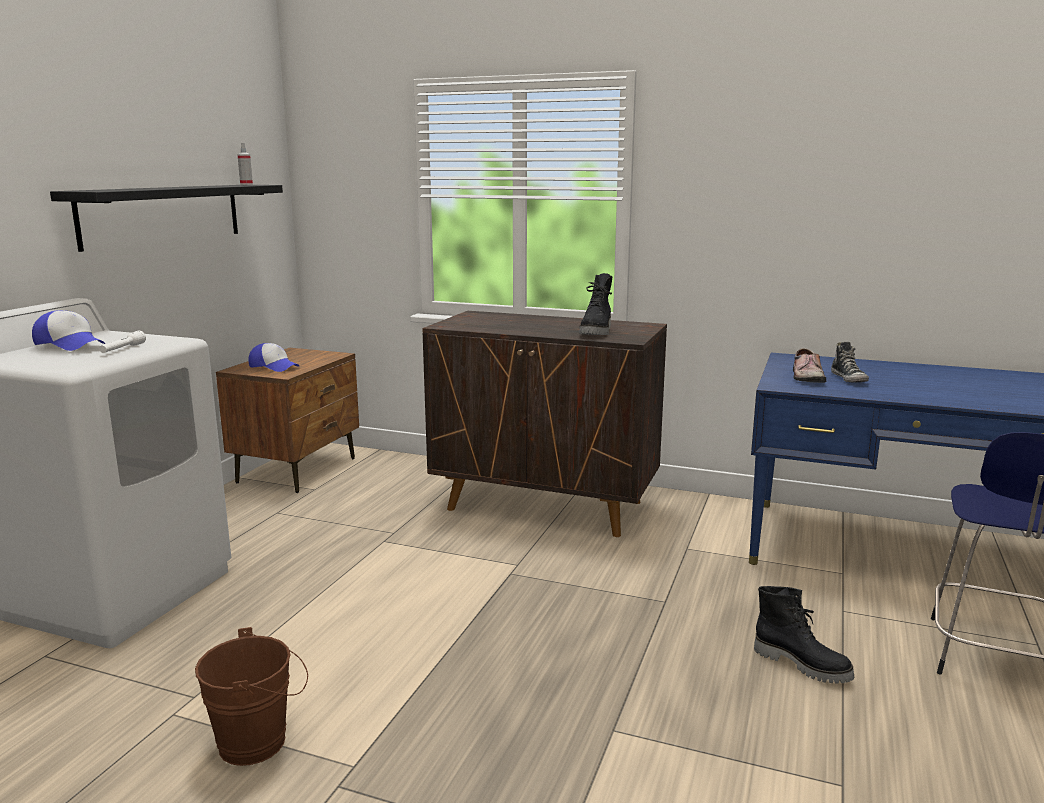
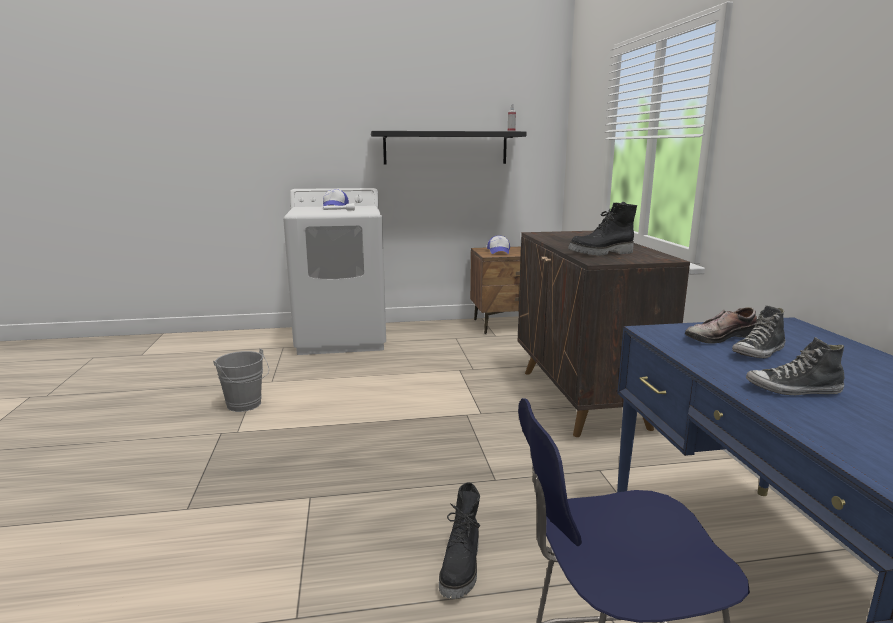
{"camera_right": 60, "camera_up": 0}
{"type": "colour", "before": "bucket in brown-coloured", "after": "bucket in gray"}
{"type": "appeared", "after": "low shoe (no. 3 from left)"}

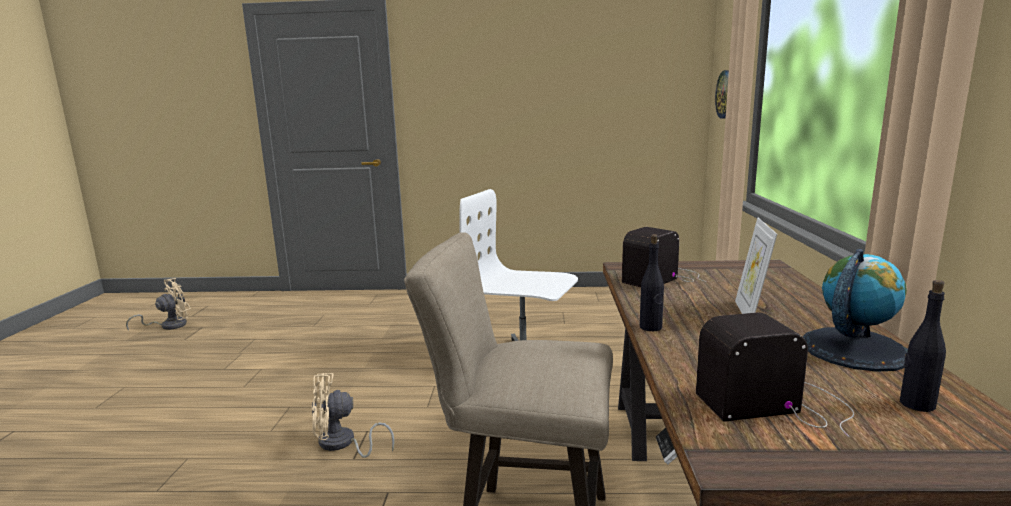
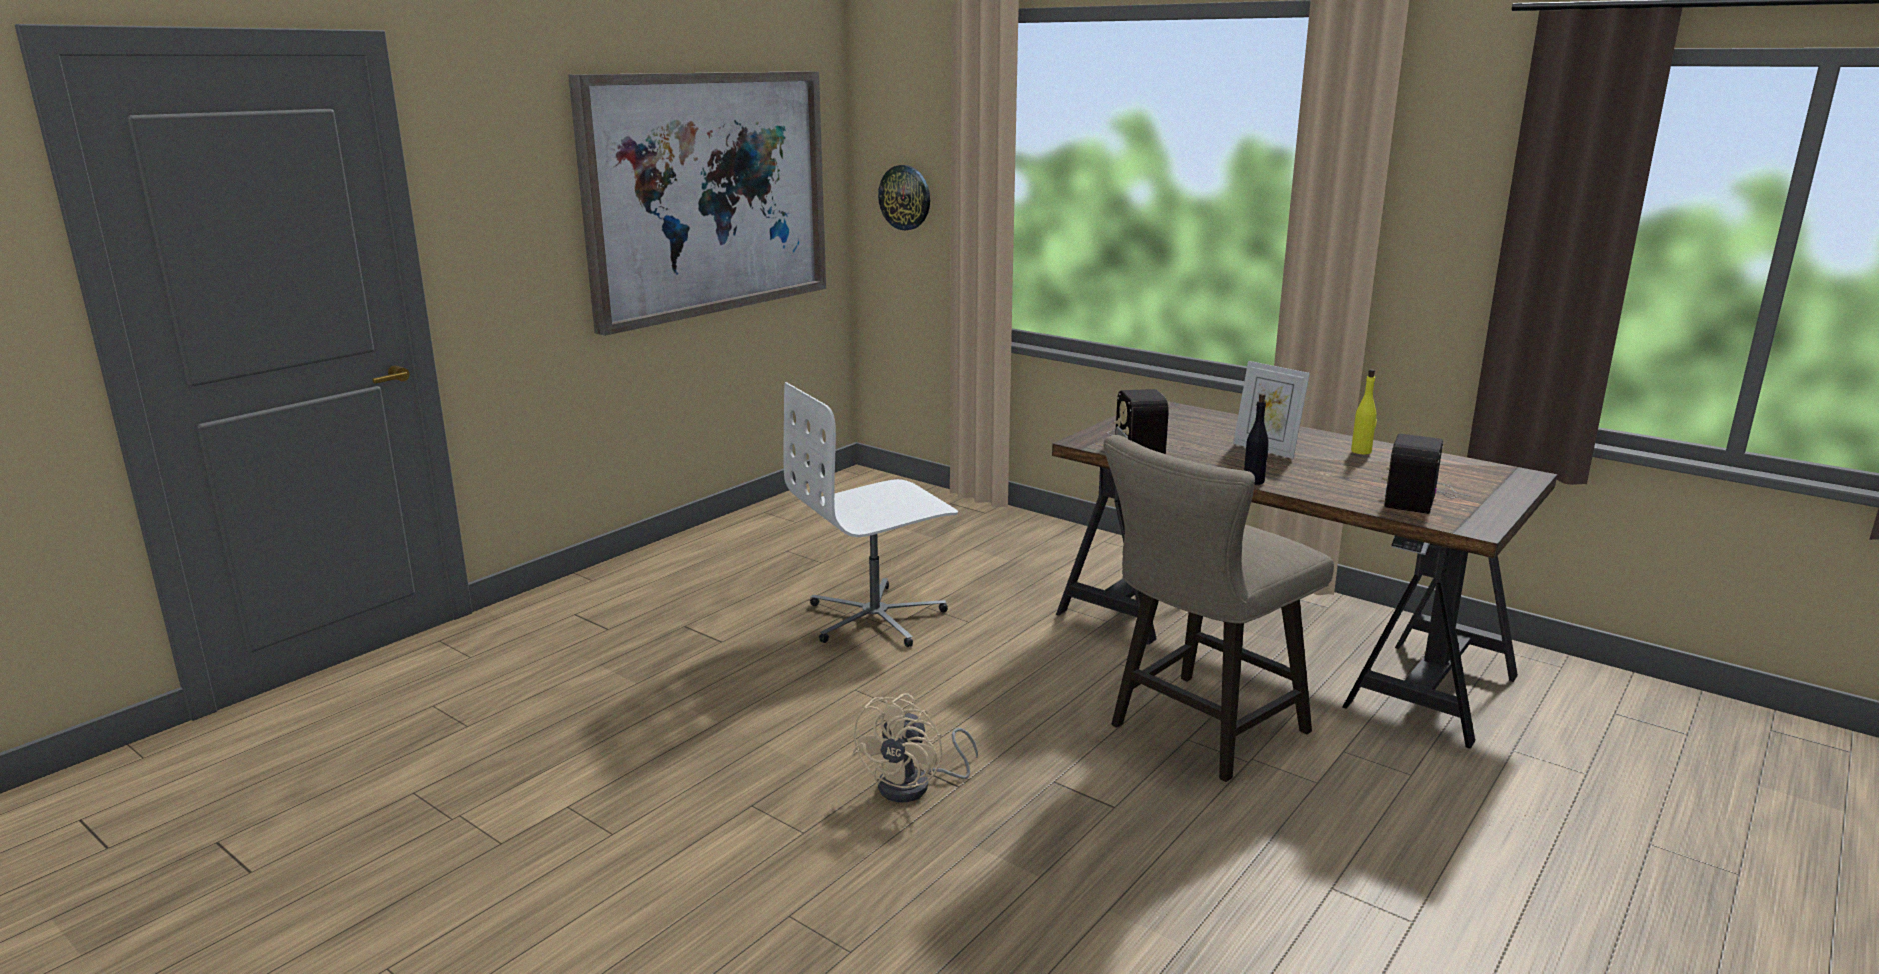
{"camera_right": -55, "camera_up": 5}
{"type": "appeared", "after": "wall art"}
{"type": "exchanged", "before": "world globe", "after": "bottle in yellow"}
{"type": "missing", "before": "fan in beige (no. 1 from left)"}
{"type": "missing", "before": "bottle in black-coloured (no. 2 from left)"}

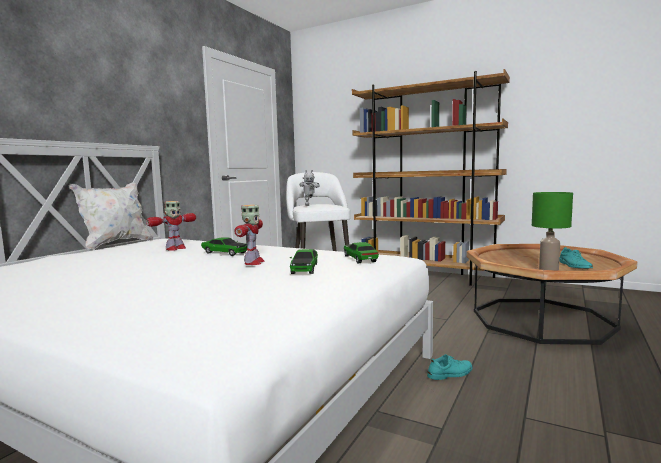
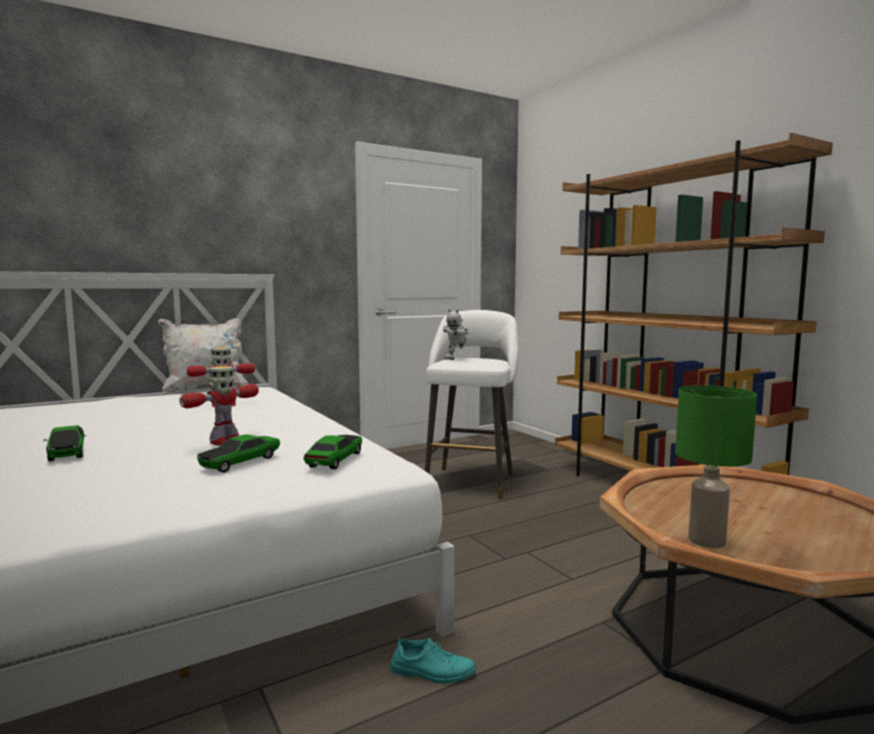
{"camera_right": 30, "camera_up": 0}
{"type": "relocated", "before": "model car (no. 1 from left)"}
{"type": "missing", "before": "low shoe in turquoise (no. 2 from left)"}

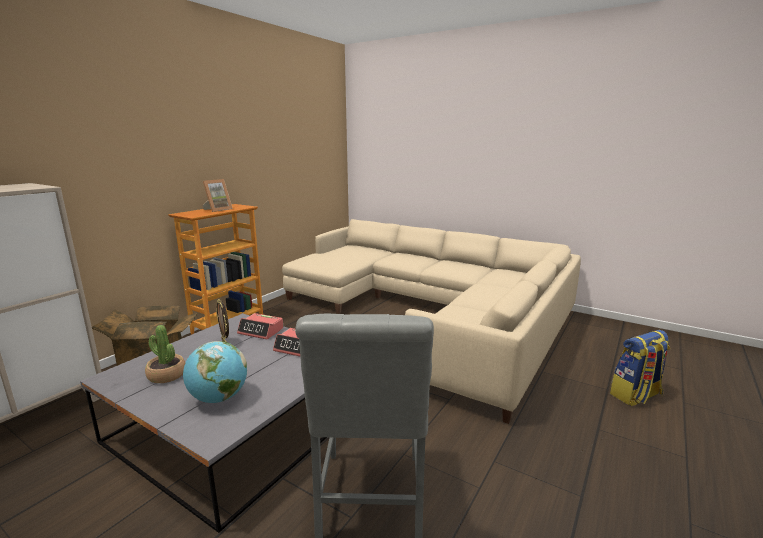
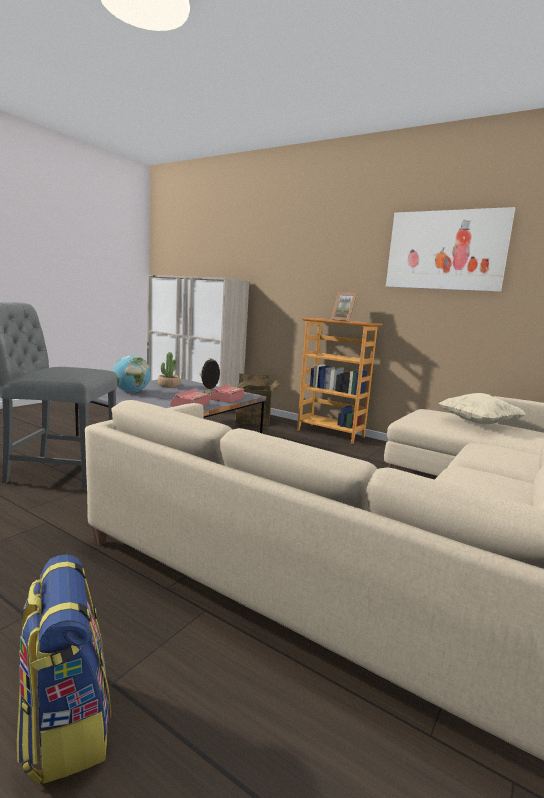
{"camera_right": 90, "camera_up": -5}
{"type": "appeared", "after": "wall art"}
{"type": "appeared", "after": "cushion in beige"}

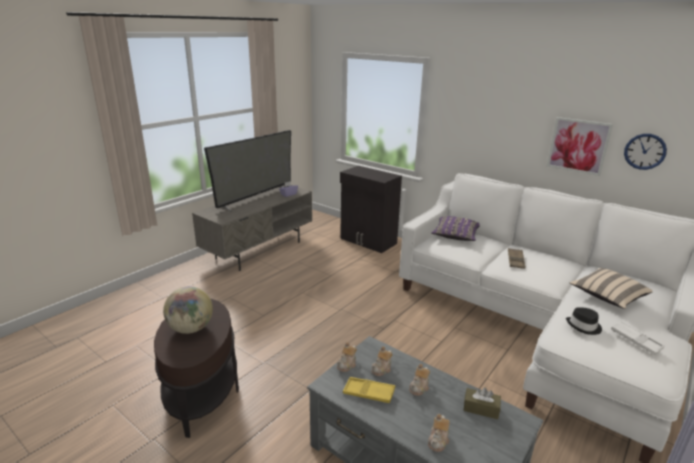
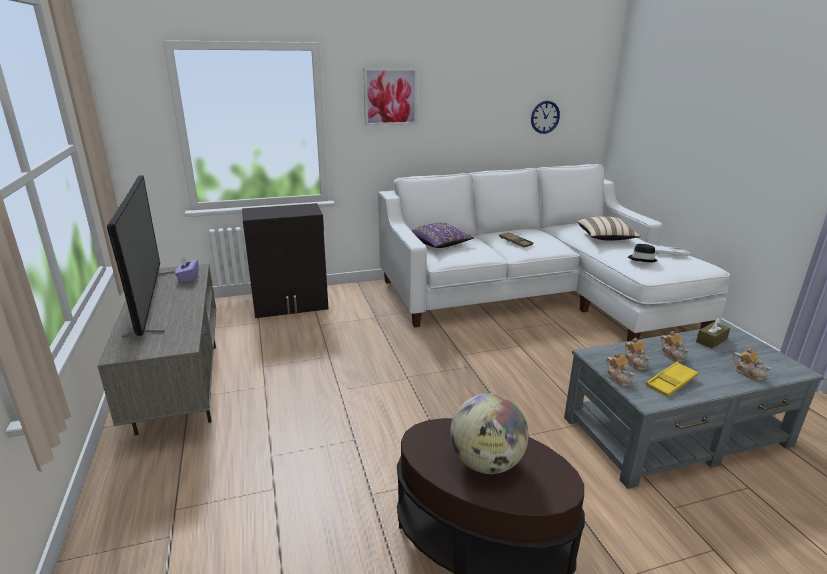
{"camera_right": -55, "camera_up": 0}
{"type": "relocated", "before": "wall art"}

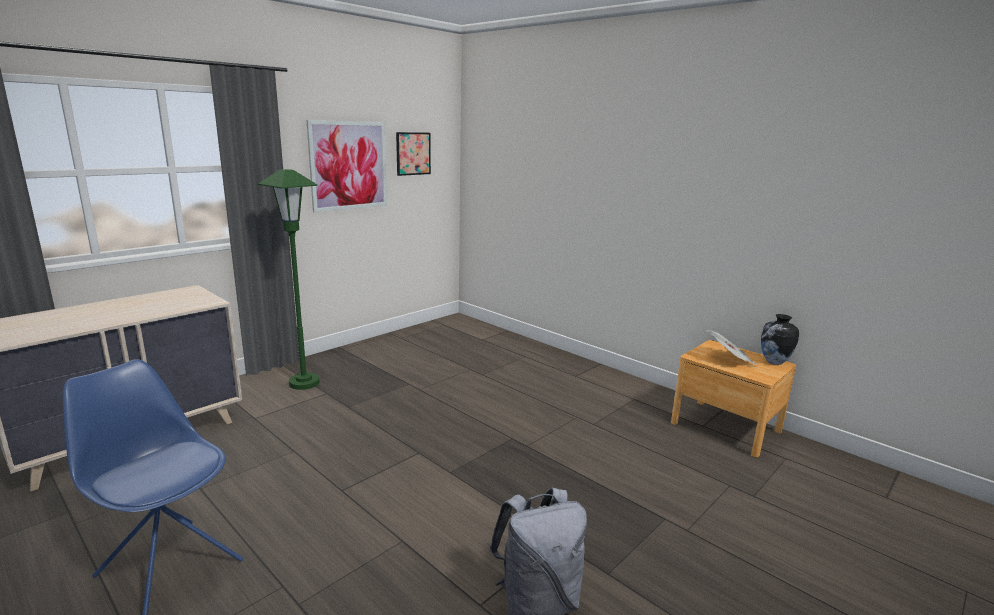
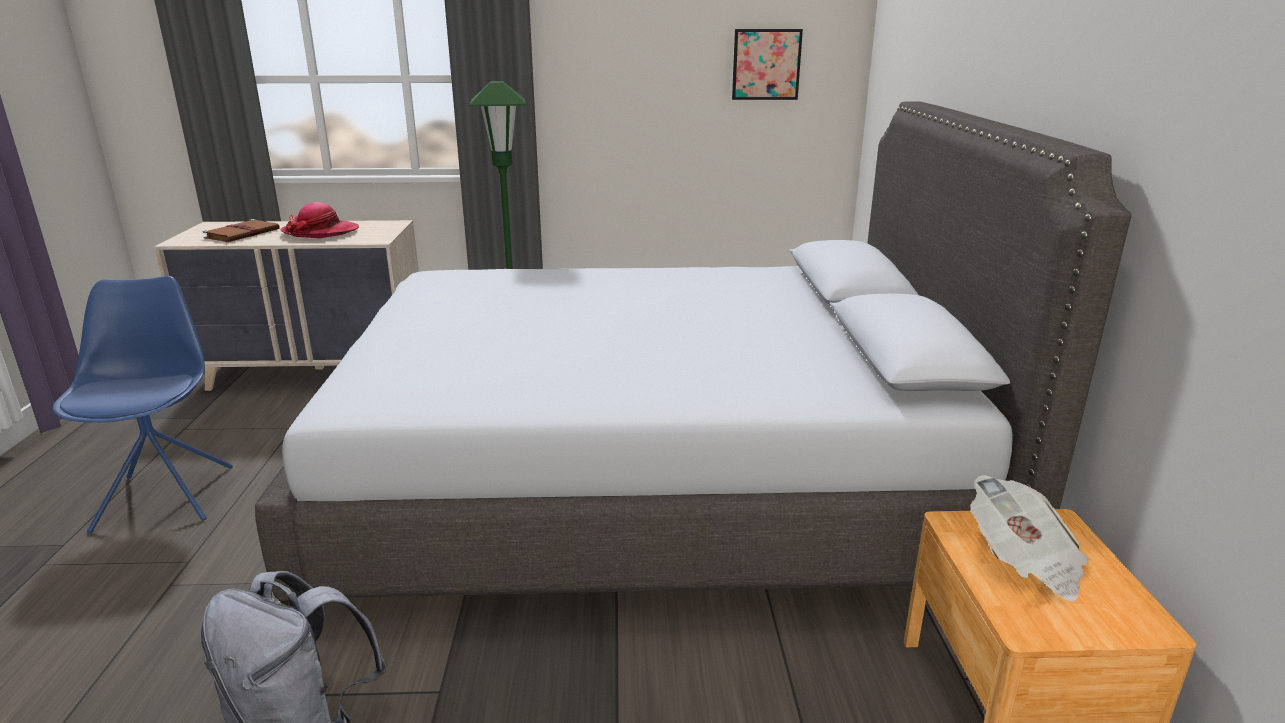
{"camera_right": 45, "camera_up": 5}
{"type": "appeared", "after": "volume in brown-coloured"}
{"type": "appeared", "after": "bed in gray"}
{"type": "appeared", "after": "hat"}
{"type": "missing", "before": "wall art (no. 1 from left)"}
{"type": "missing", "before": "decorative vase"}

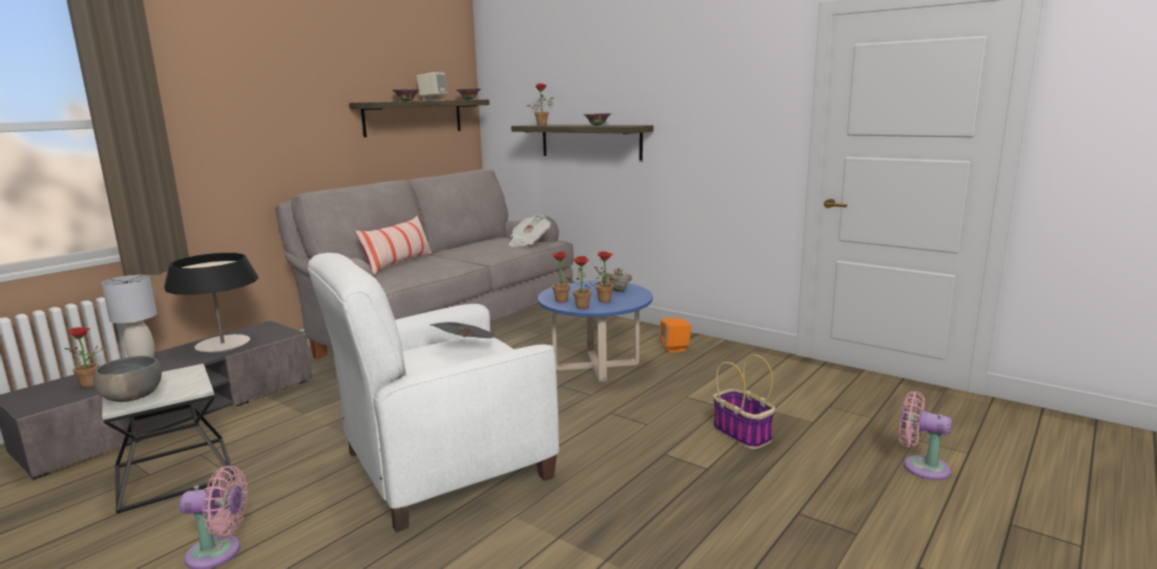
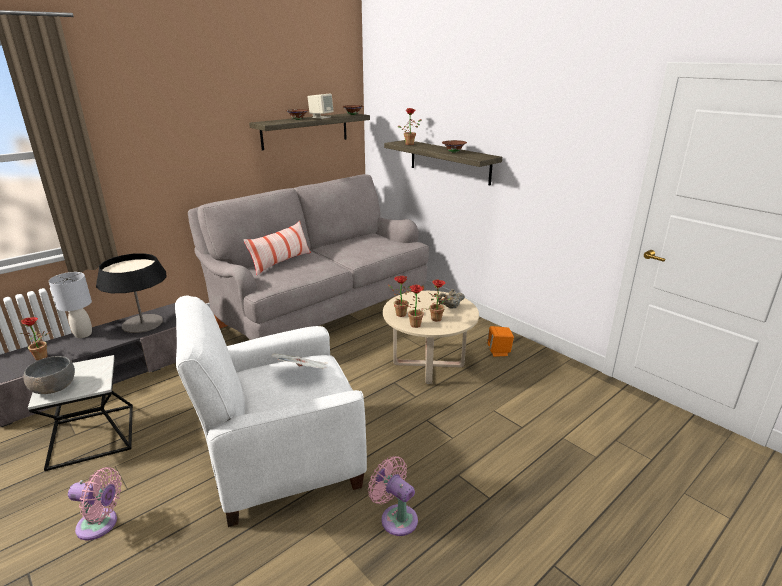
{"camera_right": 10, "camera_up": 10}
{"type": "relocated", "before": "fan in pink (no. 2 from left)"}
{"type": "colour", "before": "low table in bluish", "after": "low table in beige"}
{"type": "missing", "before": "daily paper (no. 2 from left)"}
{"type": "missing", "before": "storage basket"}

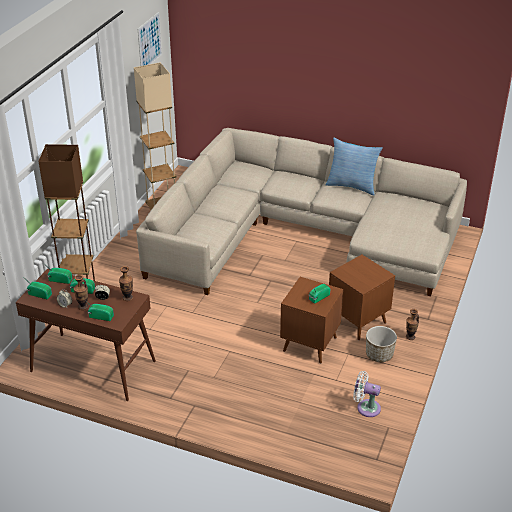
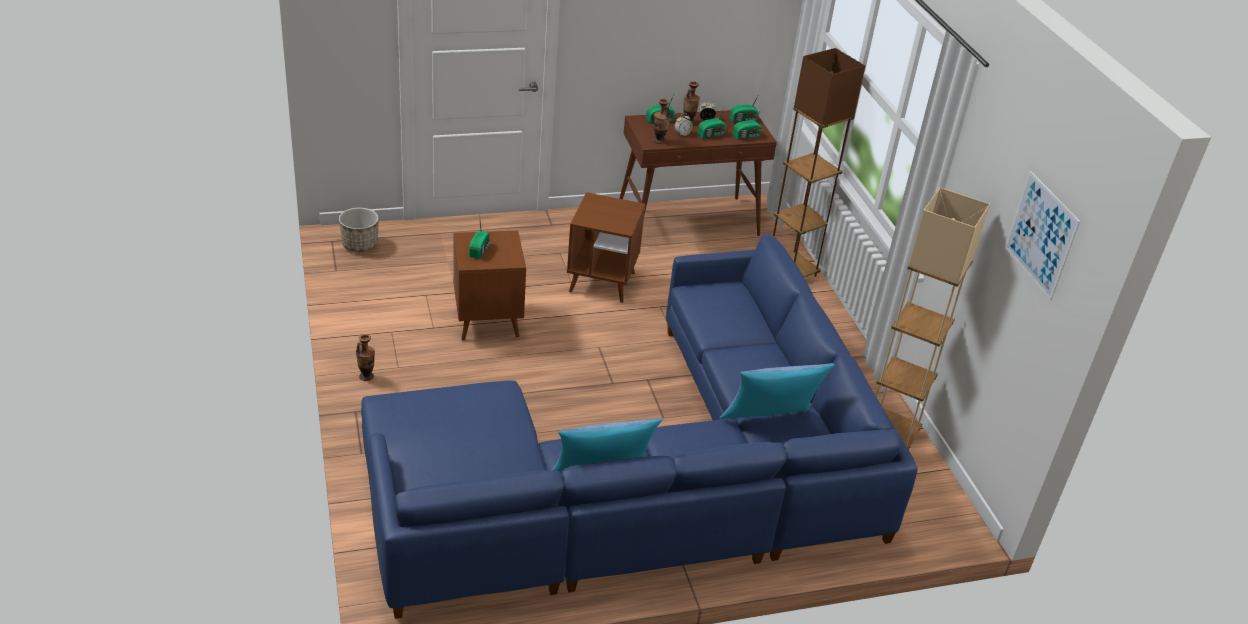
{"camera_right": 140, "camera_up": 0}
{"type": "relocated", "before": "planter"}
{"type": "colour", "before": "sofa in beige", "after": "sofa in bluish"}
{"type": "relocated", "before": "side table in brown-coloured (no. 2 from left)"}
{"type": "appeared", "after": "cushion (no. 2 from left)"}
{"type": "missing", "before": "fan in white"}

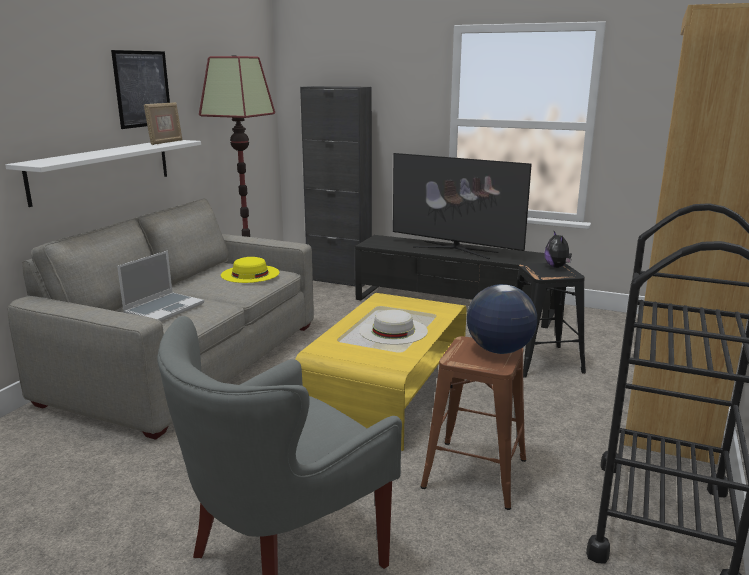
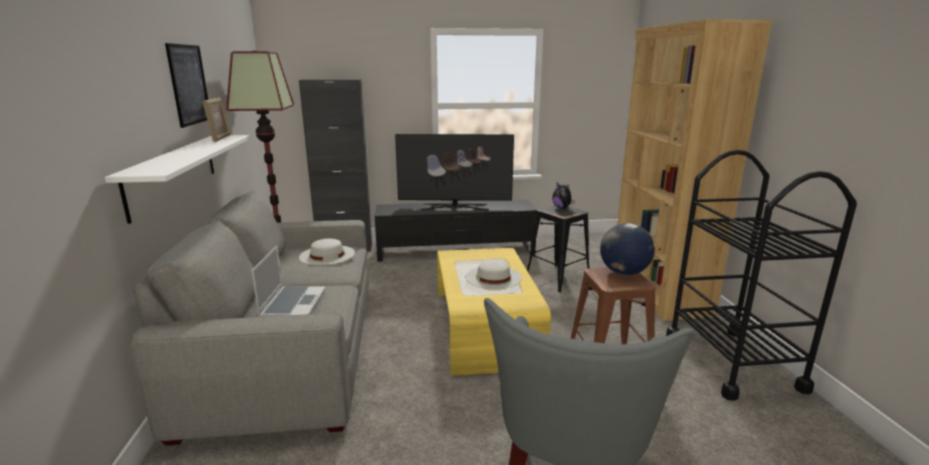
{"camera_right": -30, "camera_up": 0}
{"type": "colour", "before": "hat in yellow", "after": "hat in white (no. 1 from left)"}

